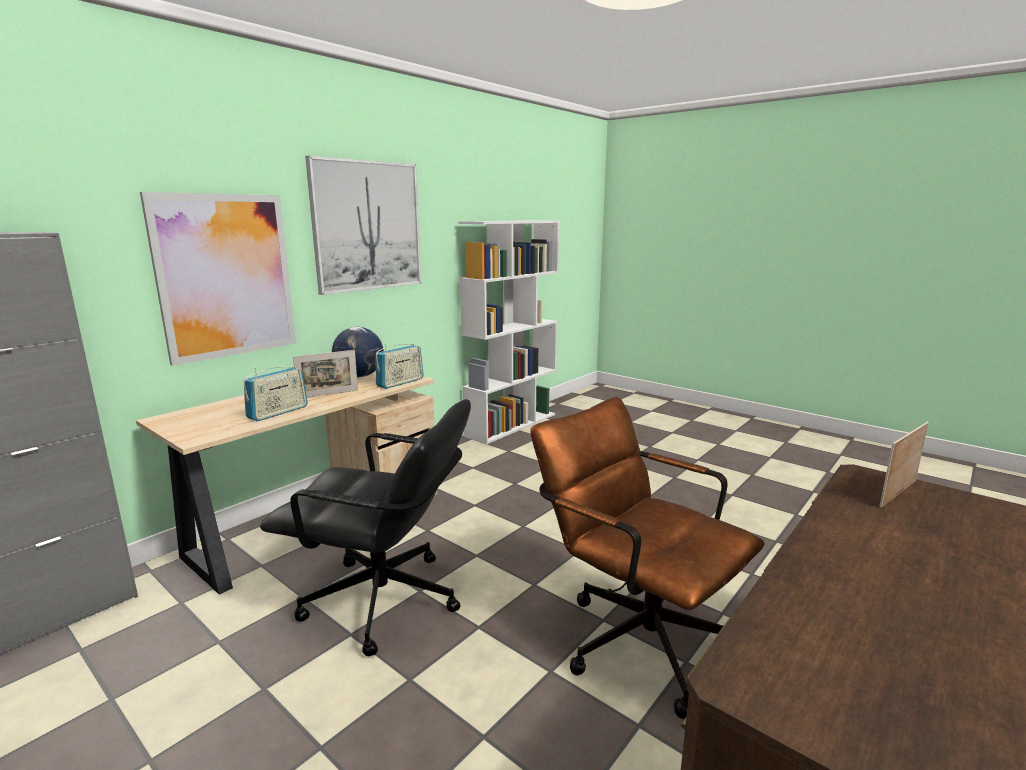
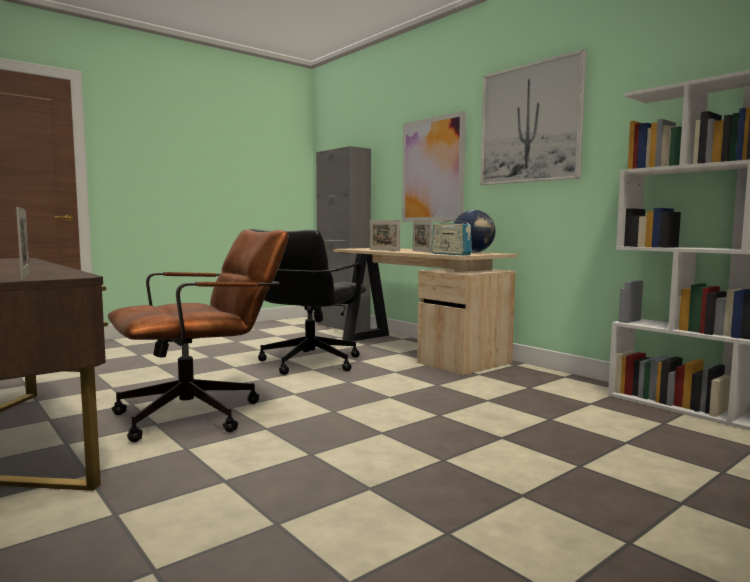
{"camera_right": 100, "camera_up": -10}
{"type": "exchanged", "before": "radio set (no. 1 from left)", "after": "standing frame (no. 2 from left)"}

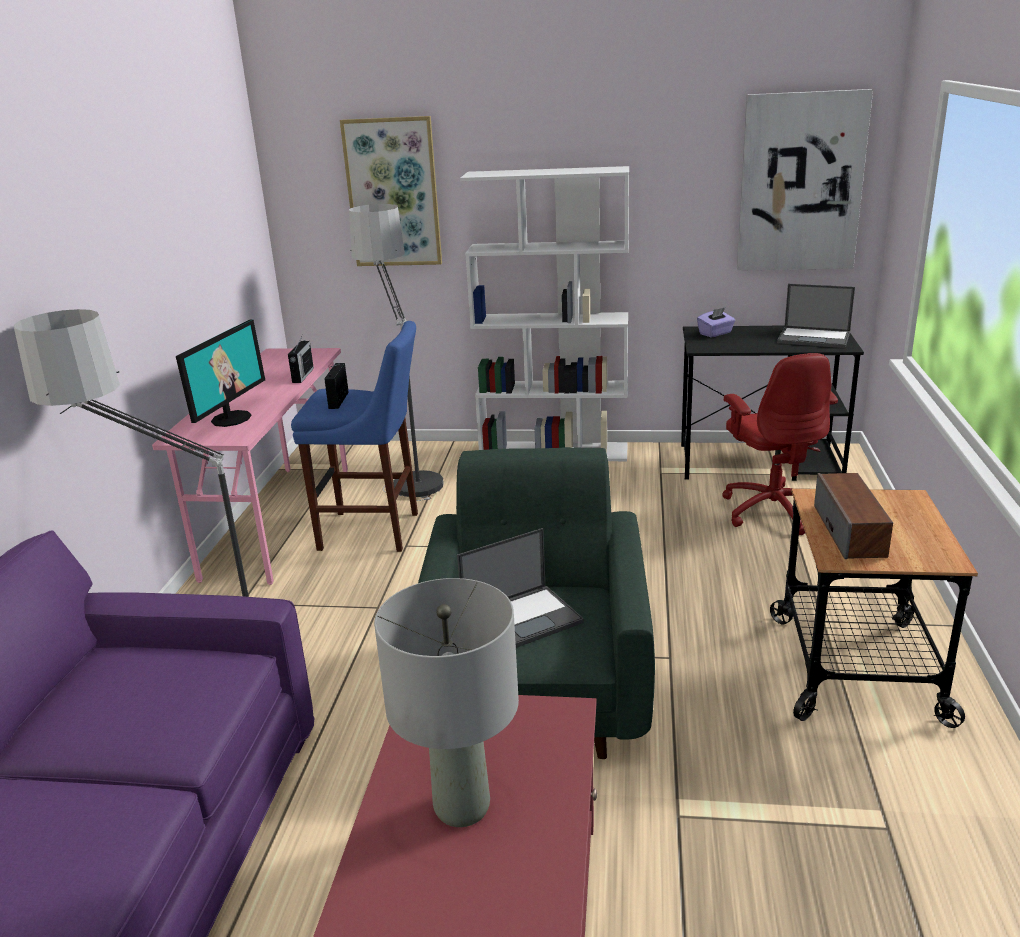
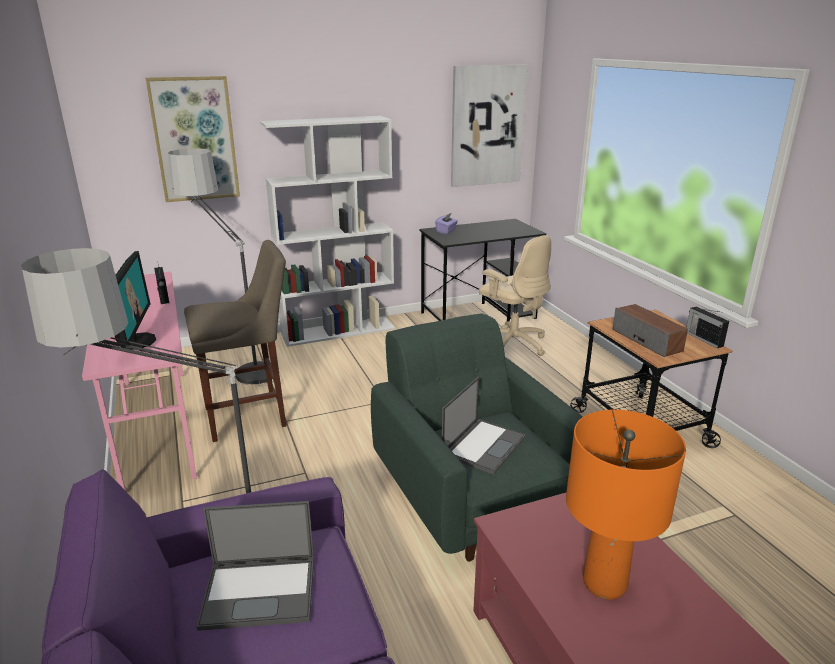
{"camera_right": -30, "camera_up": 0}
{"type": "colour", "before": "stool seat in bluish", "after": "stool seat in beige"}
{"type": "relocated", "before": "laptop (no. 2 from left in the first image)", "after": "laptop (no. 1 from left)"}
{"type": "colour", "before": "office chair in red", "after": "office chair in beige"}
{"type": "colour", "before": "lamp for a table in gray", "after": "lamp for a table in orange"}
{"type": "relocated", "before": "radio set (no. 2 from left)"}

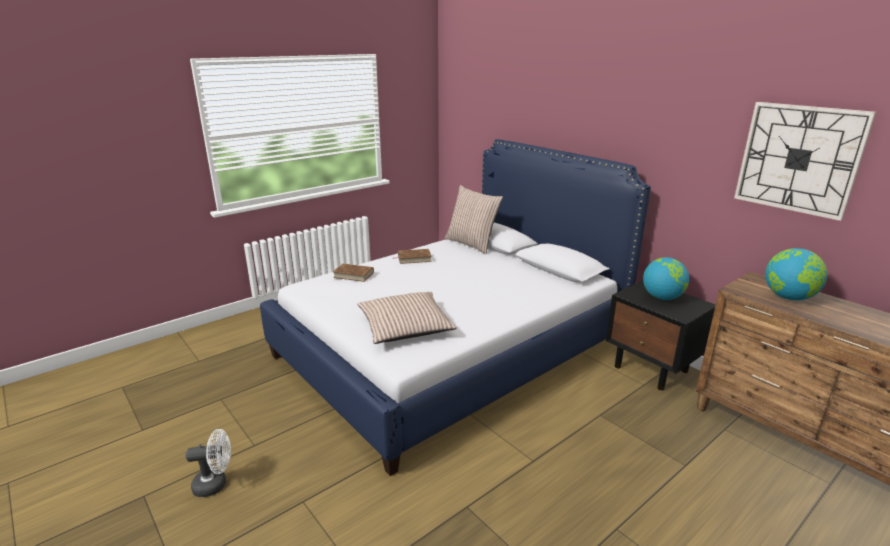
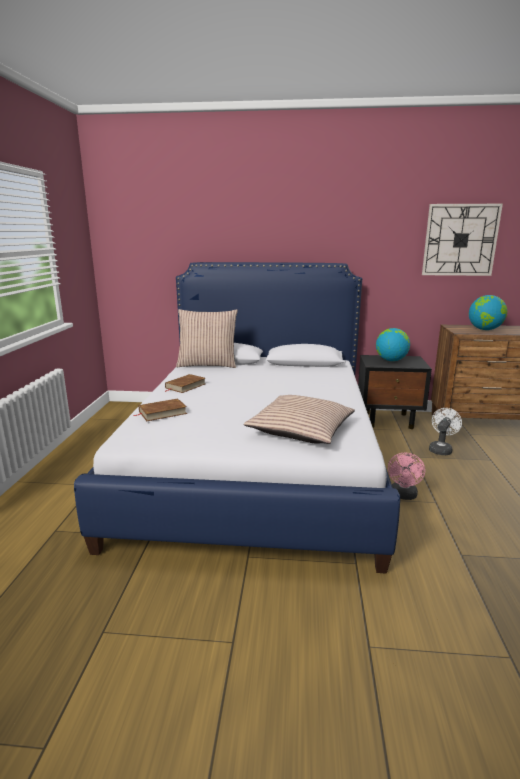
{"camera_right": -45, "camera_up": -5}
{"type": "appeared", "after": "fan in pink"}
{"type": "relocated", "before": "fan in white"}

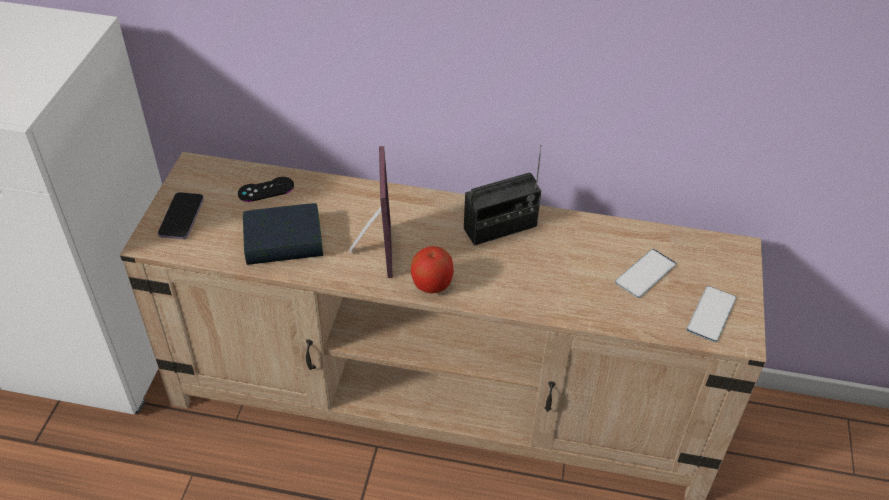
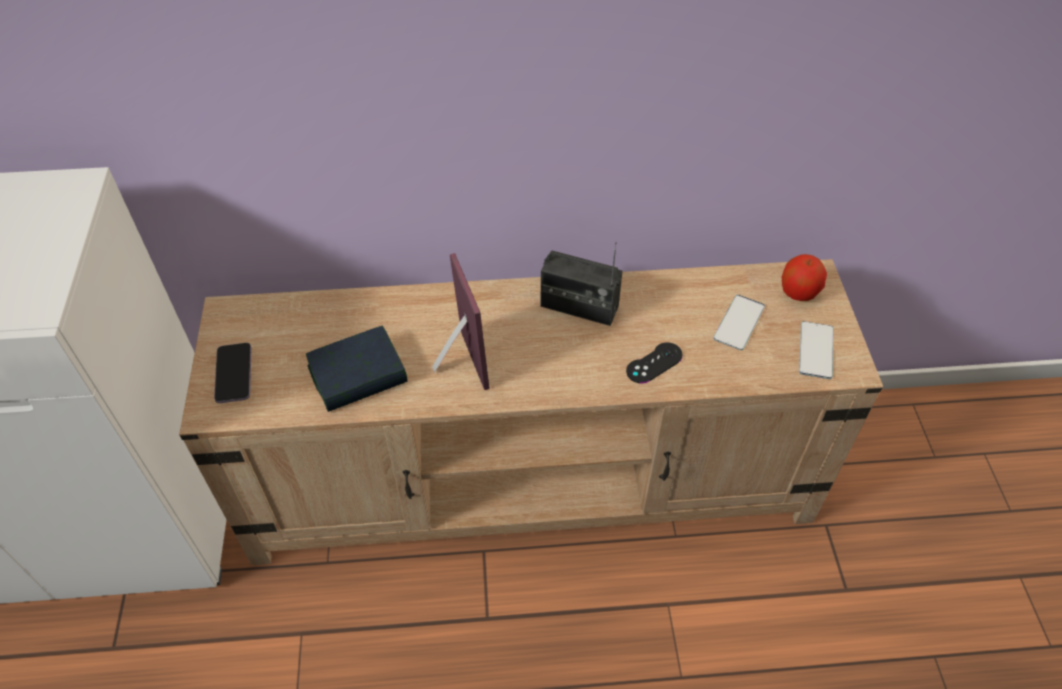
{"camera_right": -15, "camera_up": 5}
{"type": "spun", "before": "radio set", "turn": 60}
{"type": "relocated", "before": "gamepad in black-coloured"}
{"type": "relocated", "before": "apple"}

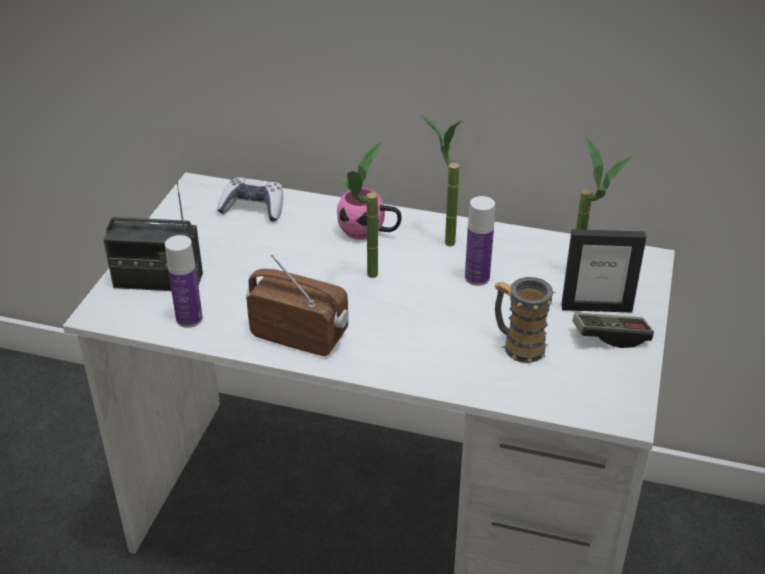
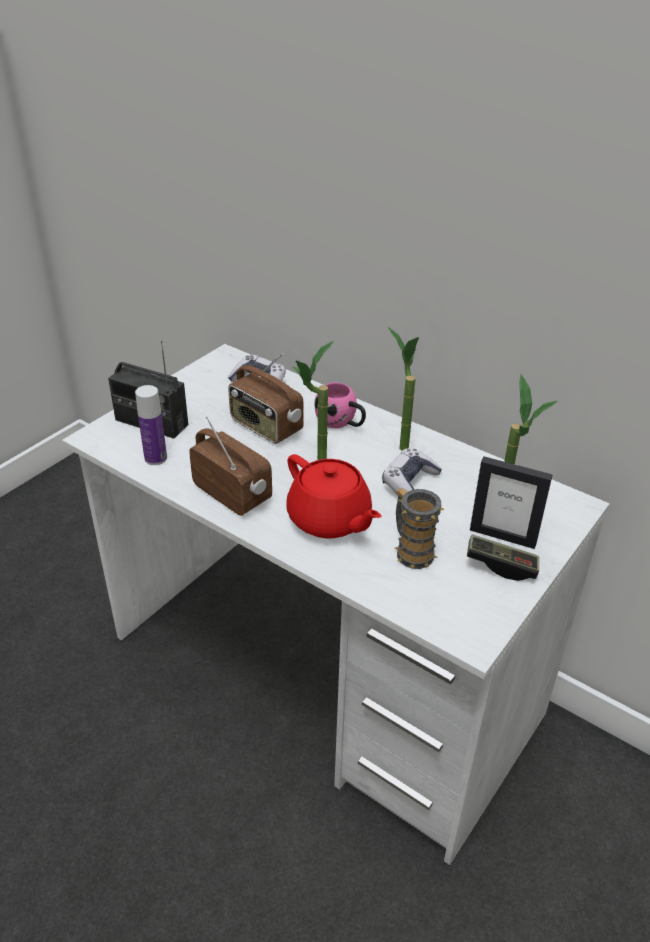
{"camera_right": 20, "camera_up": 0}
{"type": "appeared", "after": "radio set (no. 3 from left)"}
{"type": "appeared", "after": "teapot in red"}
{"type": "exchanged", "before": "bottle (no. 2 from left)", "after": "gamepad (no. 2 from left)"}

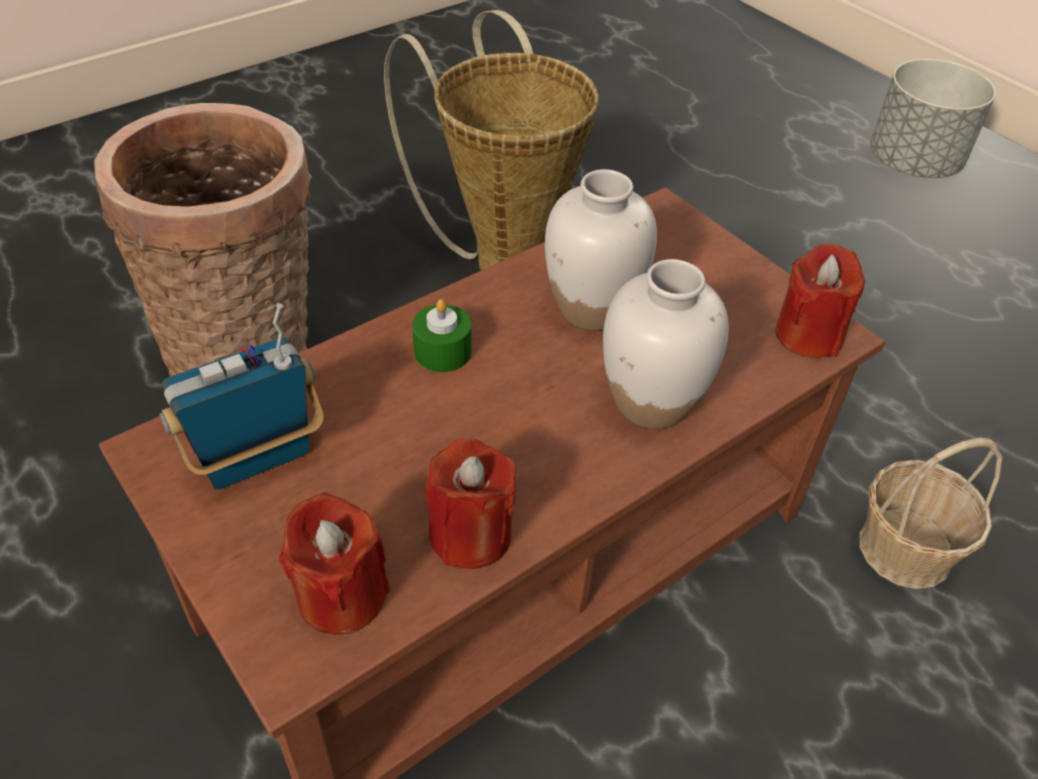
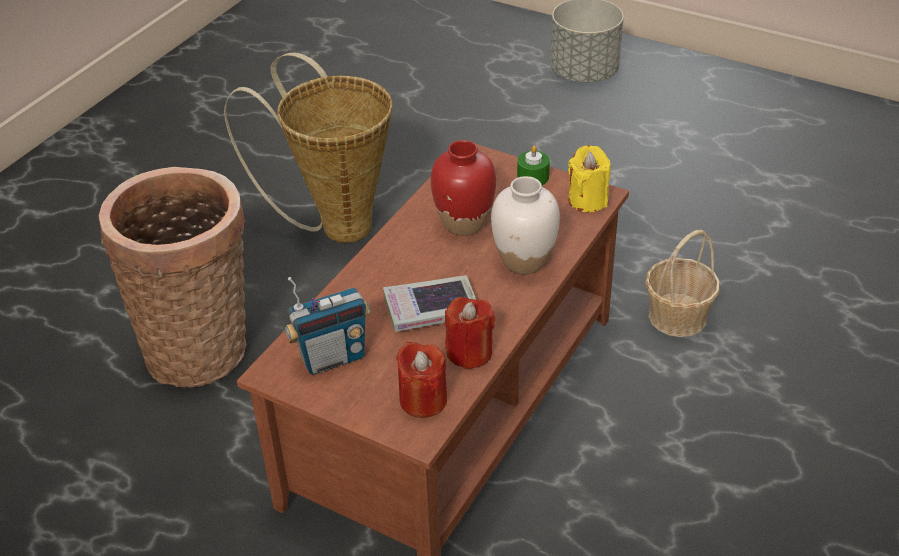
{"camera_right": -20, "camera_up": -5}
{"type": "spun", "before": "radio set", "turn": -150}
{"type": "appeared", "after": "volume"}
{"type": "colour", "before": "decorative vase in white (no. 1 from left)", "after": "decorative vase in red"}
{"type": "relocated", "before": "candle in green"}
{"type": "colour", "before": "candle in red (no. 3 from left)", "after": "candle in yellow"}

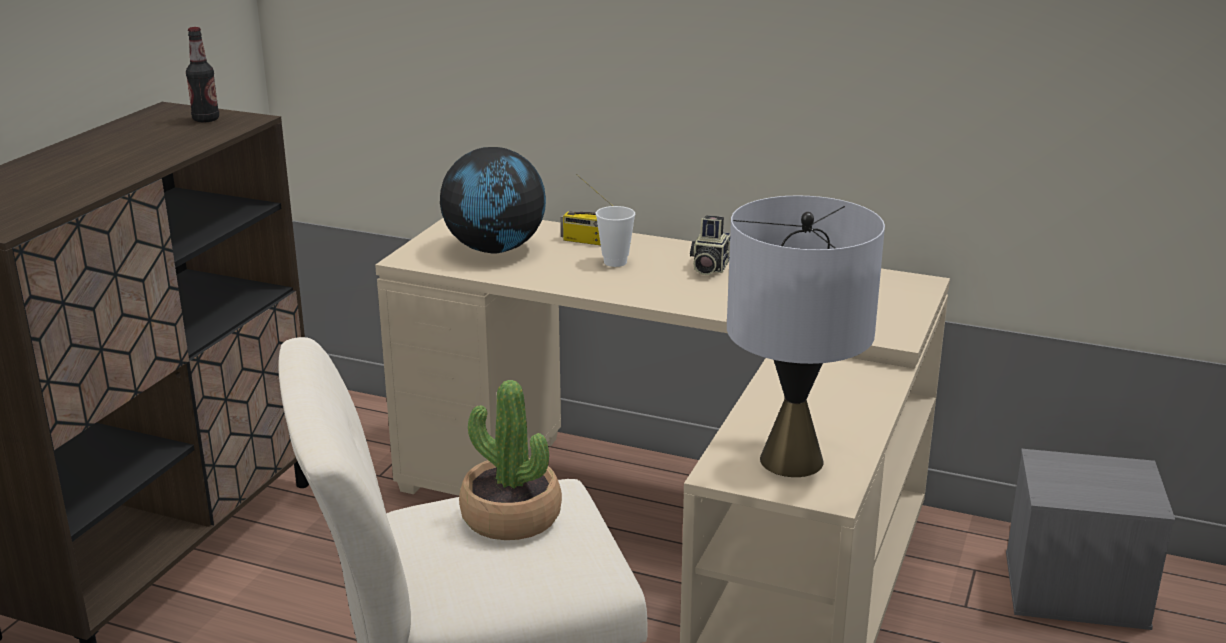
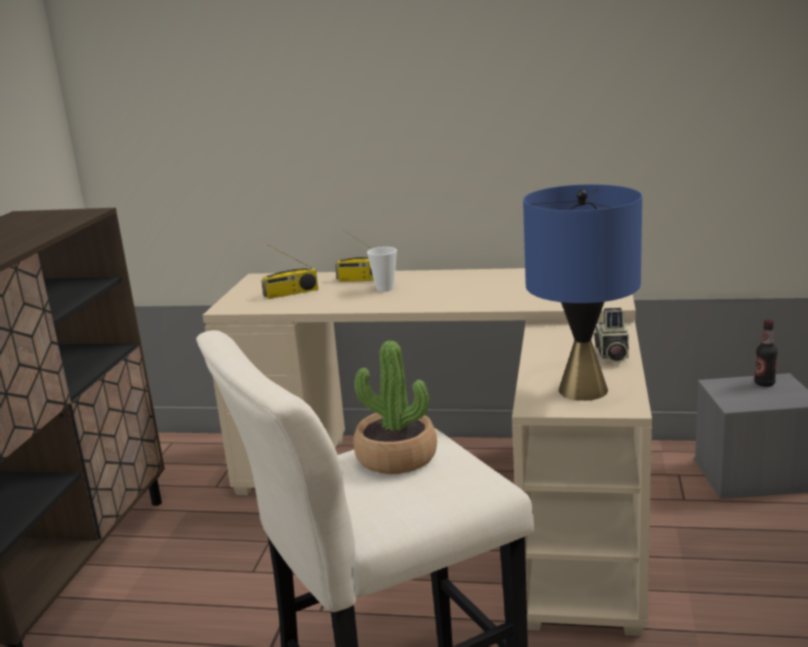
{"camera_right": -10, "camera_up": -5}
{"type": "exchanged", "before": "world globe", "after": "radio set (no. 1 from left)"}
{"type": "colour", "before": "lamp for a table in gray", "after": "lamp for a table in bluish"}
{"type": "relocated", "before": "photo camera"}
{"type": "relocated", "before": "bottle"}

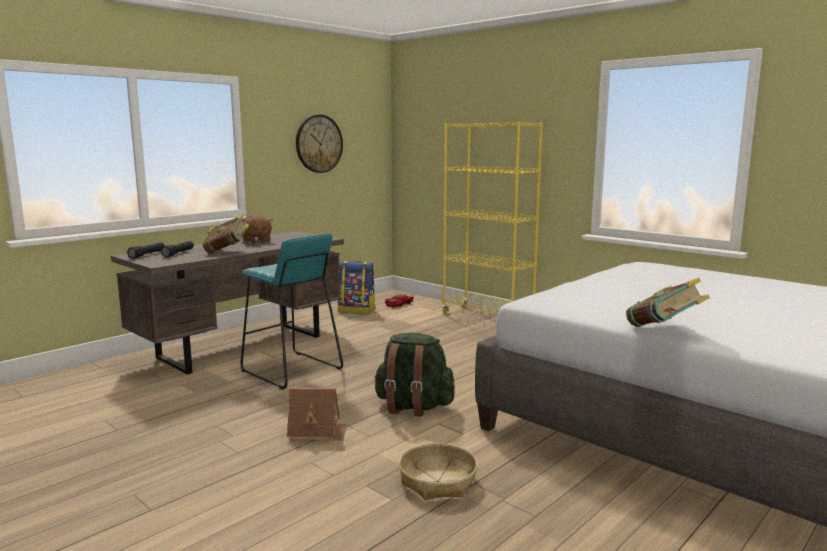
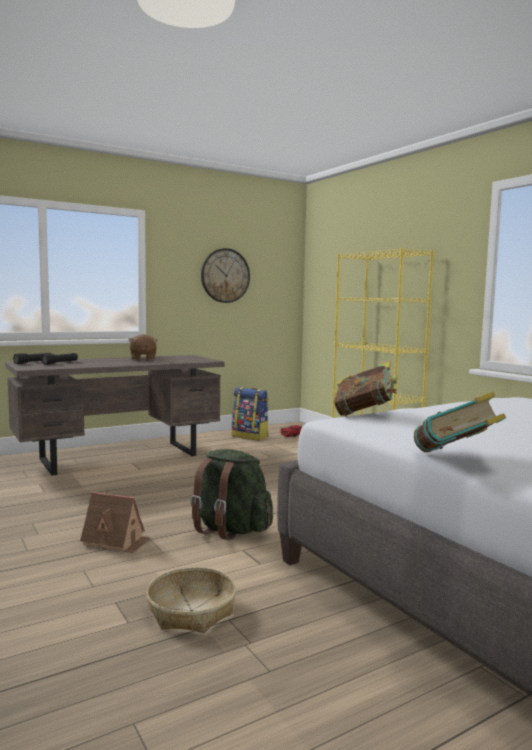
{"camera_right": 15, "camera_up": -5}
{"type": "relocated", "before": "volume (no. 1 from left)"}
{"type": "missing", "before": "stool seat in turquoise"}

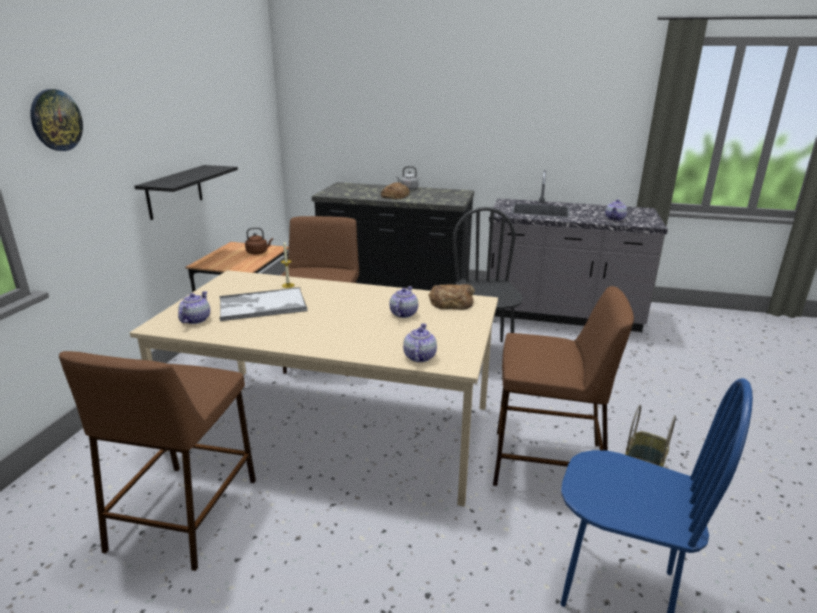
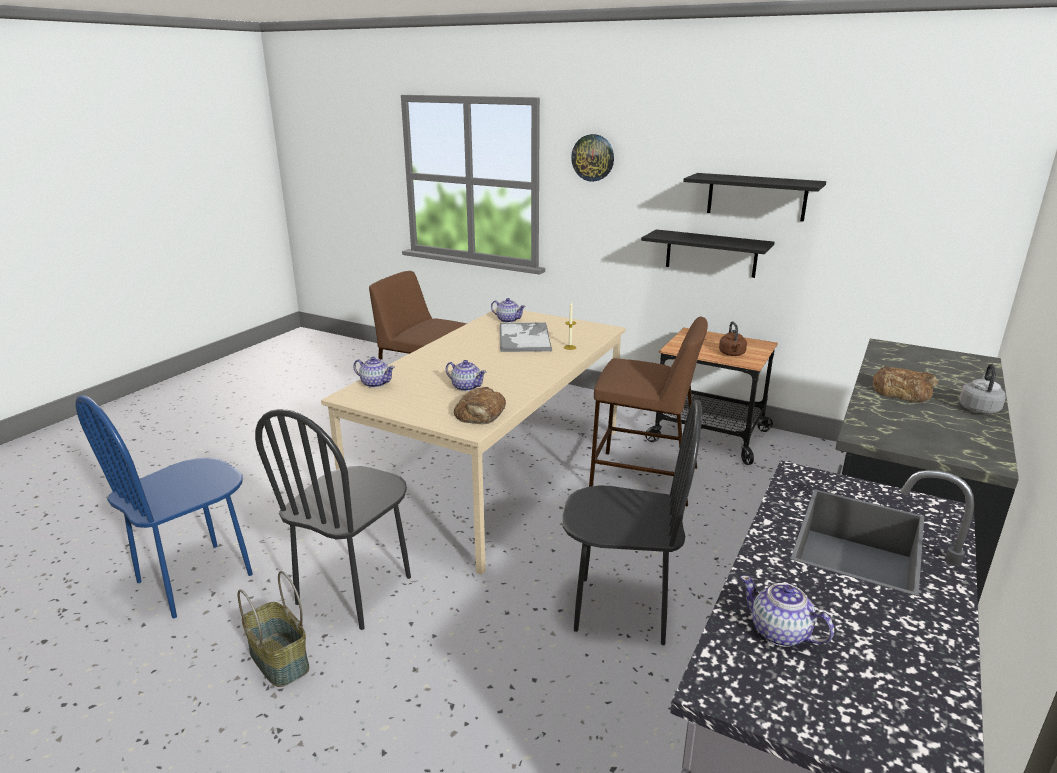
{"camera_right": 105, "camera_up": 0}
{"type": "exchanged", "before": "stool seat in brown-coloured (no. 3 from left)", "after": "upright chair in black-coloured (no. 1 from left)"}
{"type": "appeared", "after": "shelf in black-coloured (no. 2 from left)"}

